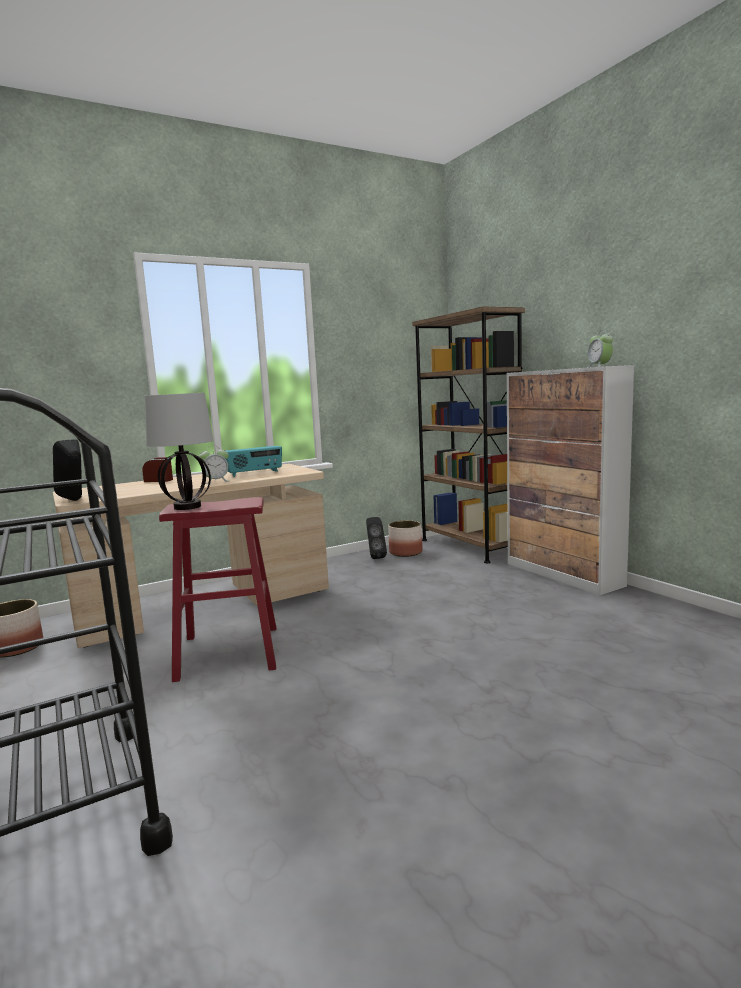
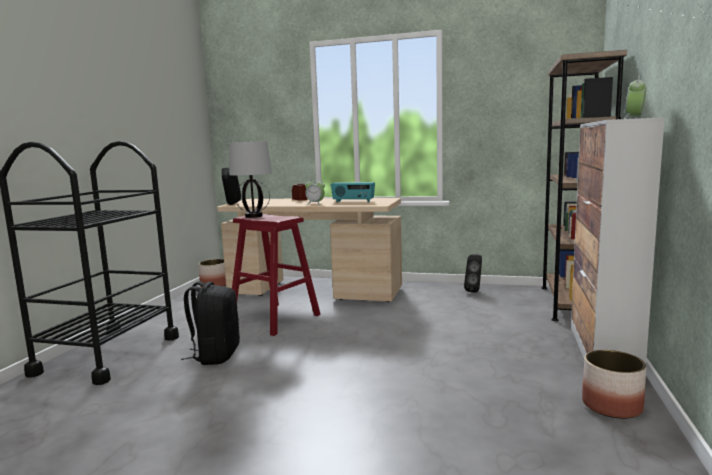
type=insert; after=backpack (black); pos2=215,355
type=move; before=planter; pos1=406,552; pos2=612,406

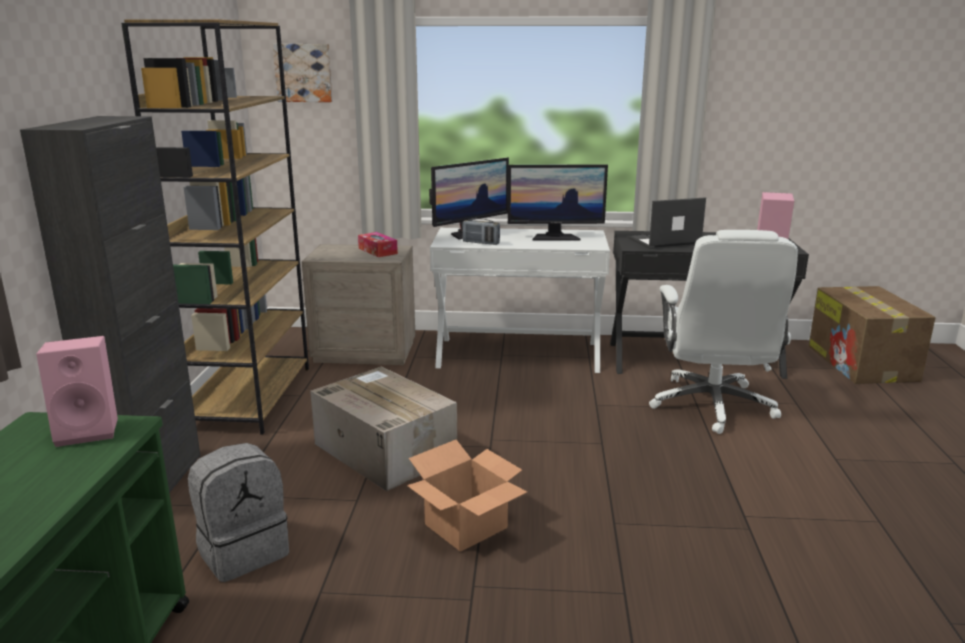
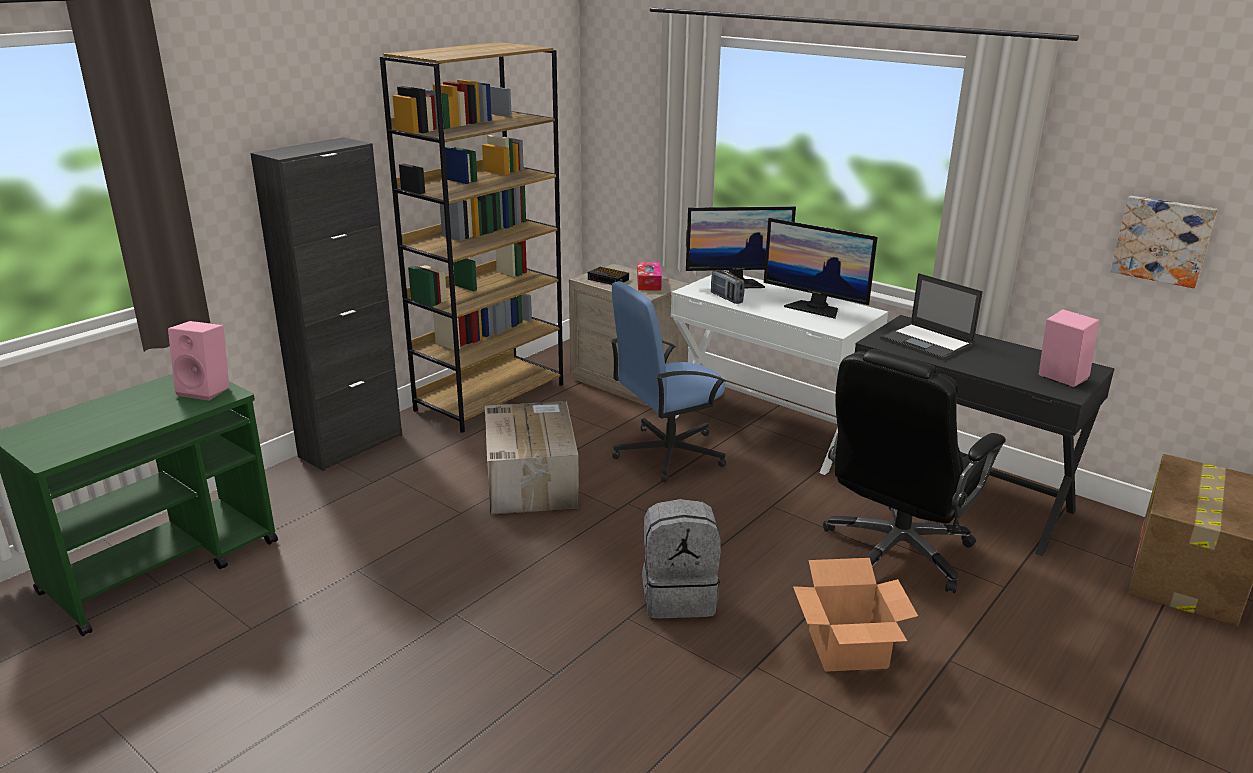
type=insert; after=alarm clock; pos2=609,279
type=insert; after=office chair (blue); pos2=667,453
type=move; before=backpack (grey); pos1=243,551; pos2=679,597
type=move; before=cardboard box; pos1=466,525; pos2=848,648
type=recolor; before=office chair (white); after=office chair (black); pos1=712,406; pos2=896,552
type=rotate; before=laptop; pos1=663,241; pos2=927,342; turn=-150
type=move; before=picture; pos1=304,73; pos2=1163,240

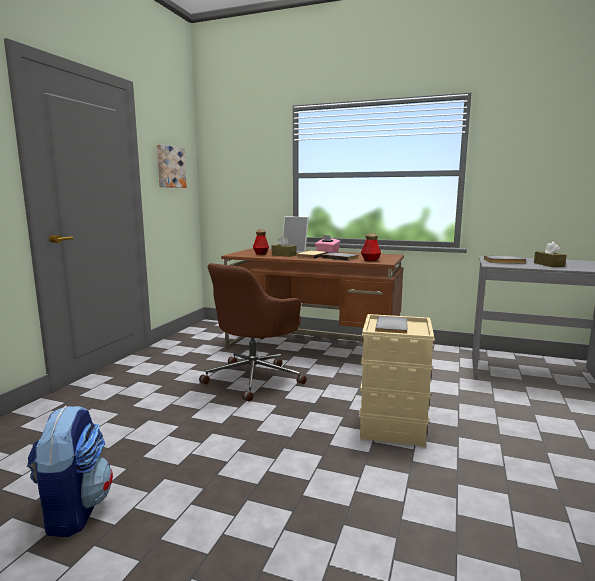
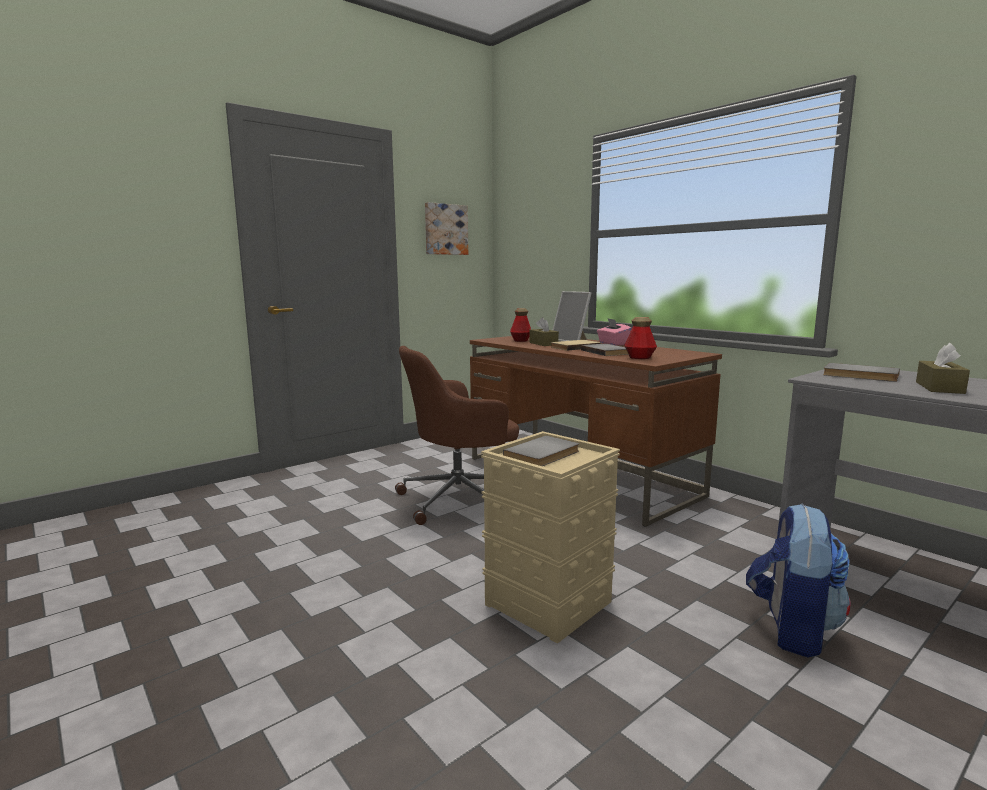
type=move; before=backpack; pos1=74,510; pos2=791,628

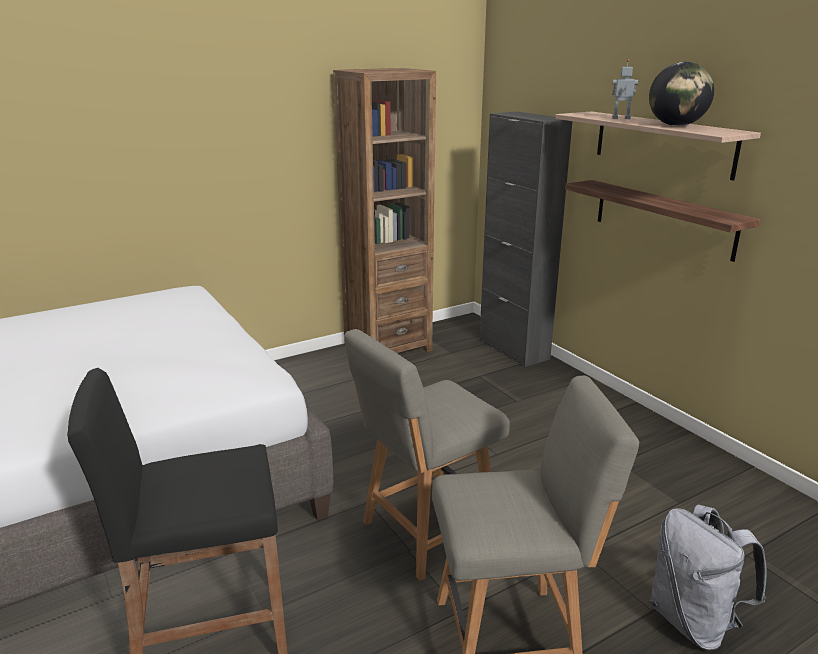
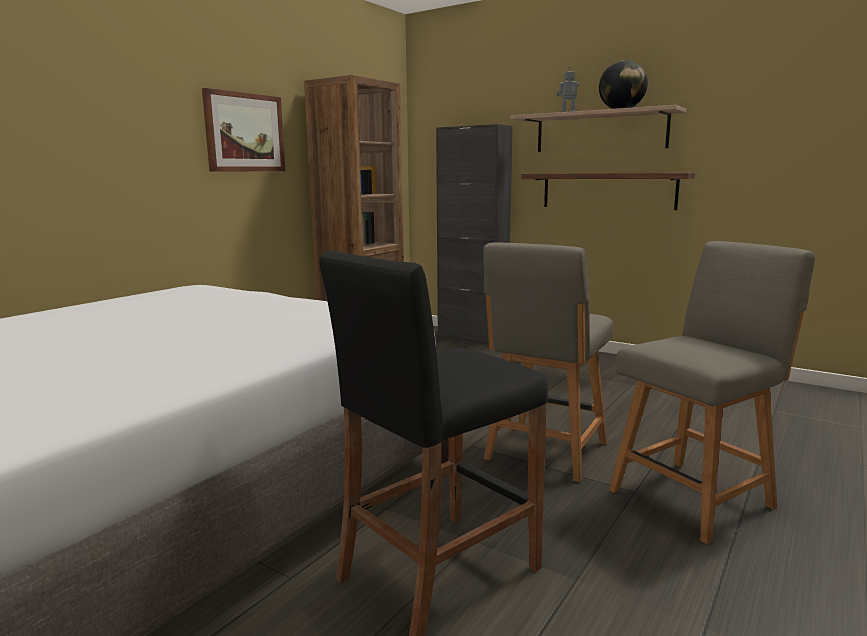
type=insert; after=picture; pos2=244,132
type=delete; before=backpack (grey); pos1=693,621

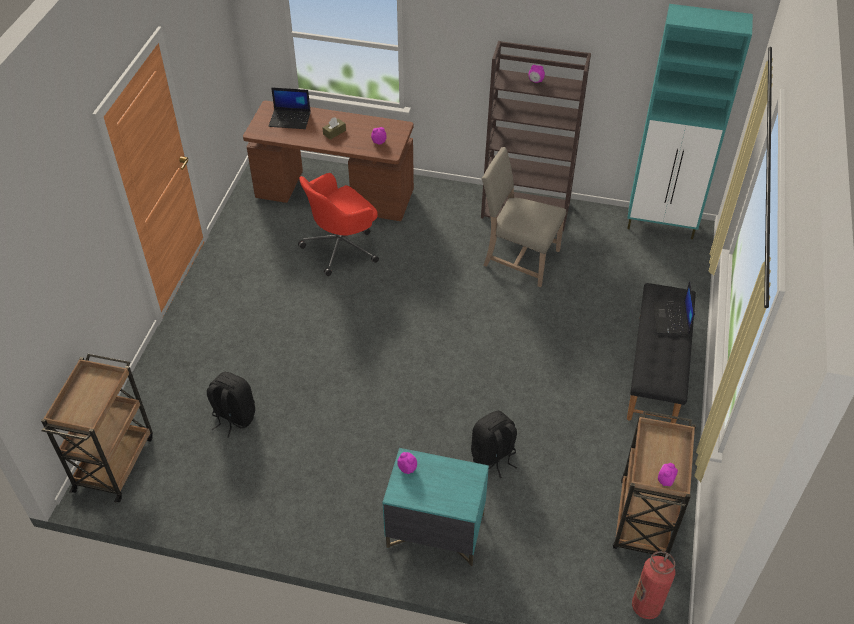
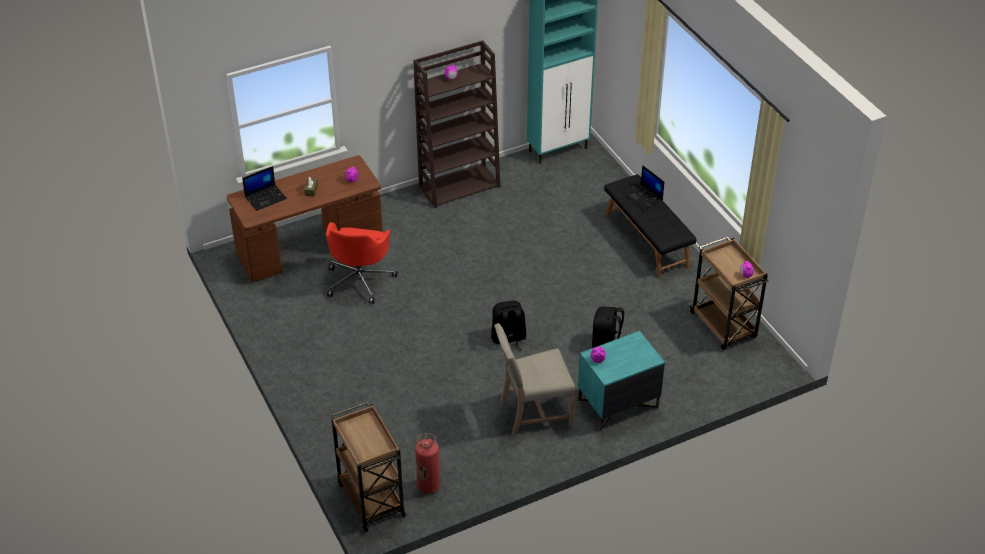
type=move; before=fire extinguisher; pos1=646,606; pos2=428,486
type=move; before=backpack (black); pos1=233,417; pos2=508,339
type=move; before=chair (beige); pos1=518,258; pos2=533,411

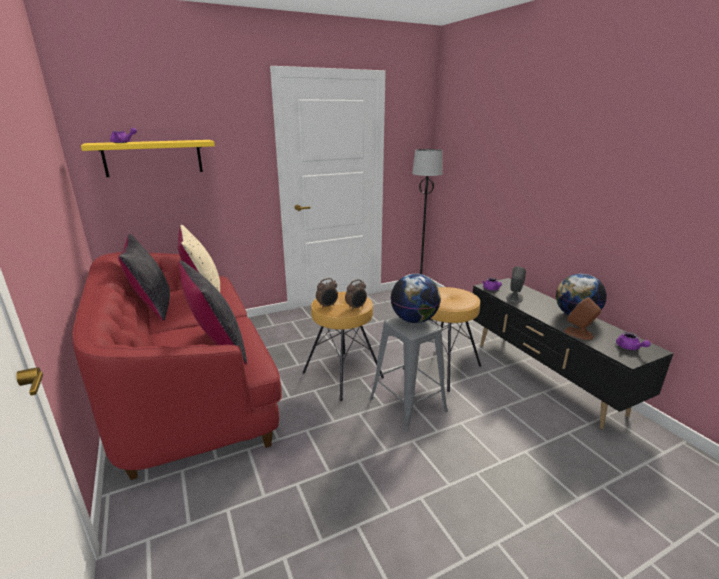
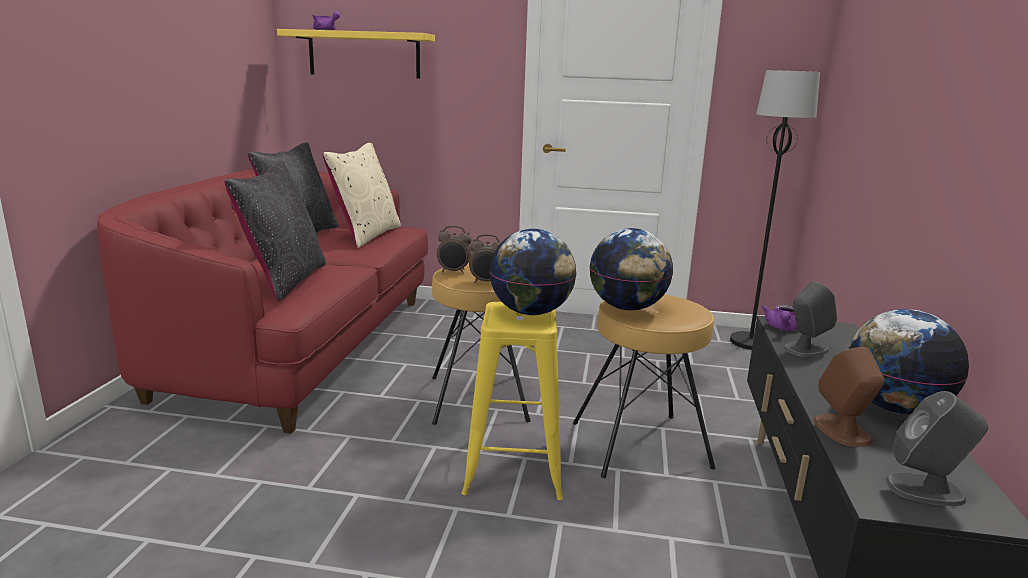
type=recolor; before=stool (grey); after=stool (yellow); pos1=408,405; pos2=514,467
type=insert; after=globe; pos2=627,308
type=replace; before=teapot (purple); after=speaker (grey); pos1=629,348; pos2=926,490

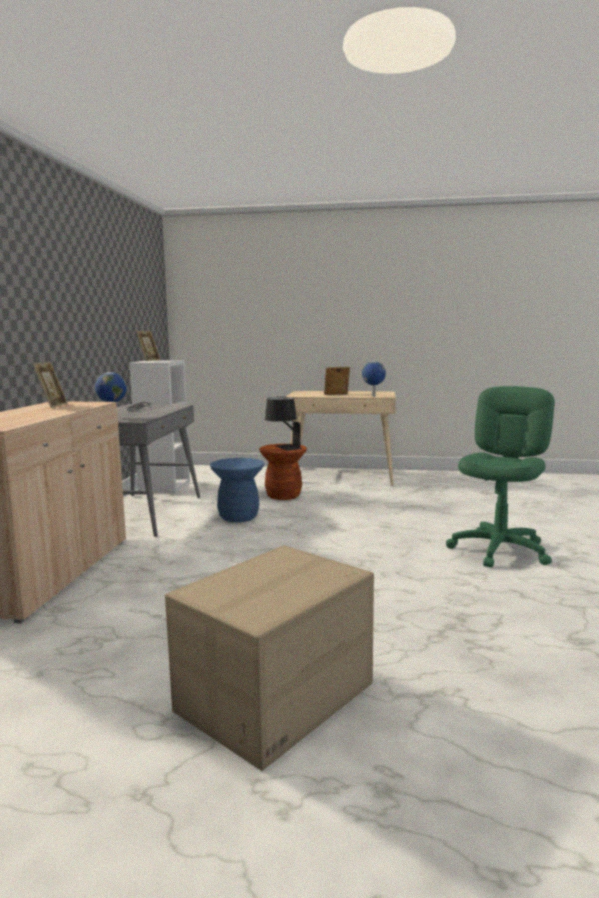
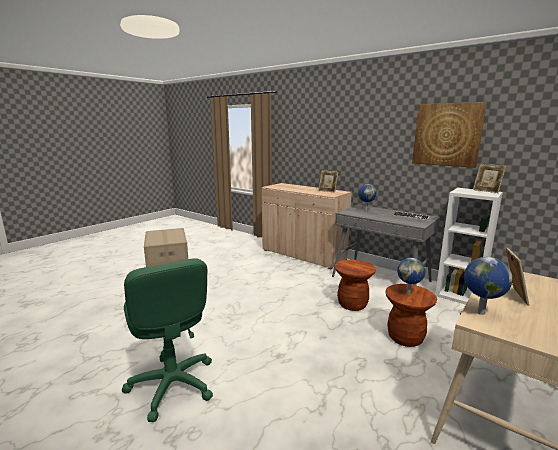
type=recolor; before=stool (blue); after=stool (brown); pos1=238,517; pos2=352,304
type=replace; before=table lamp (black); after=globe; pos1=283,448; pos2=408,293
type=insert; after=picture; pos2=447,135

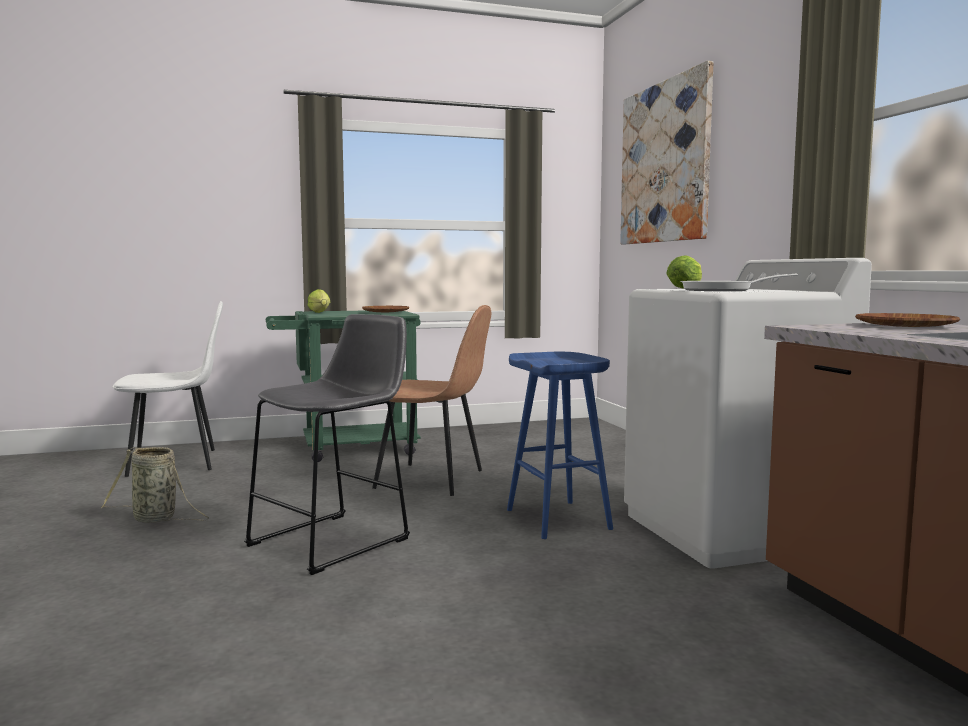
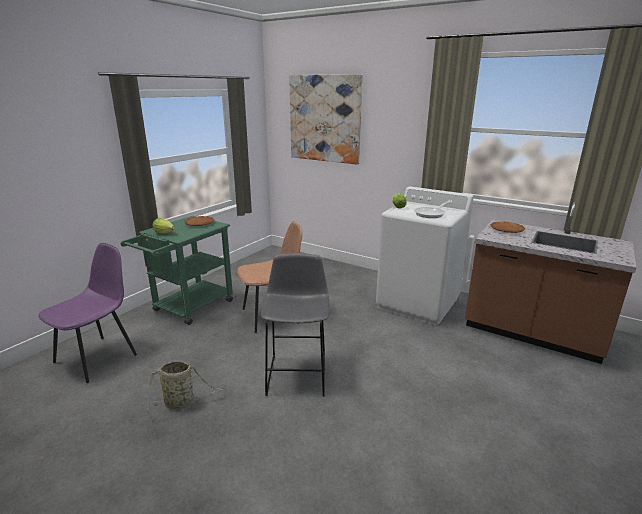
type=recolor; before=chair (white); after=chair (purple); pos1=176,462; pos2=98,357
type=delete; before=stool (blue); pos1=559,519

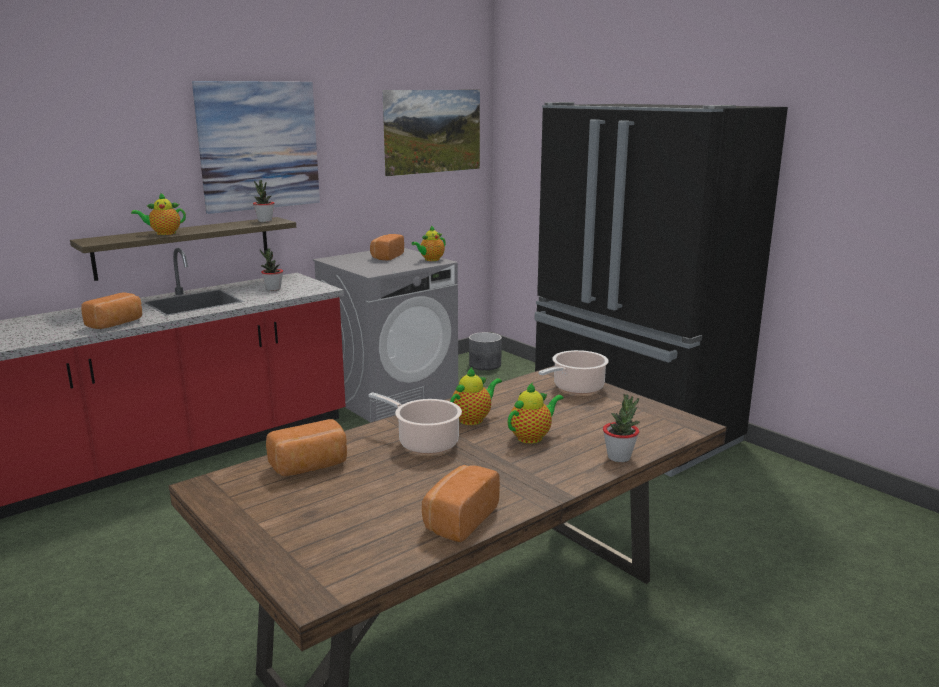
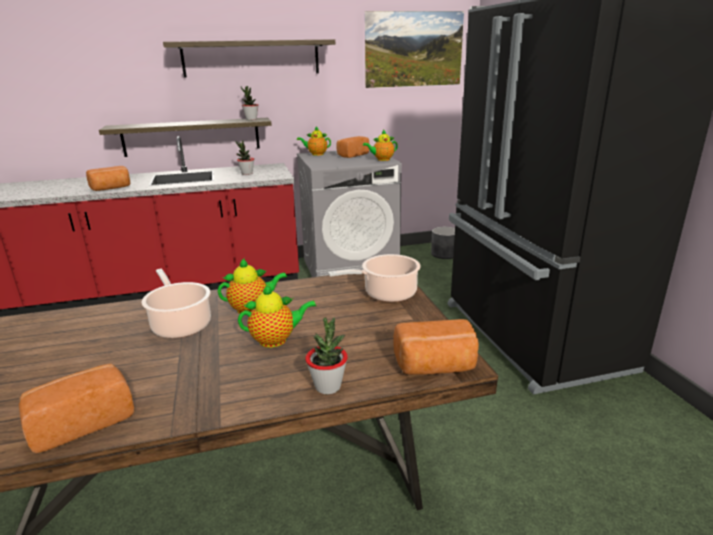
type=replace; before=picture; after=shelf; pos1=259,146; pos2=251,58
type=move; before=teapot; pos1=163,233; pos2=316,154
type=move; before=bread; pos1=310,466; pos2=435,366

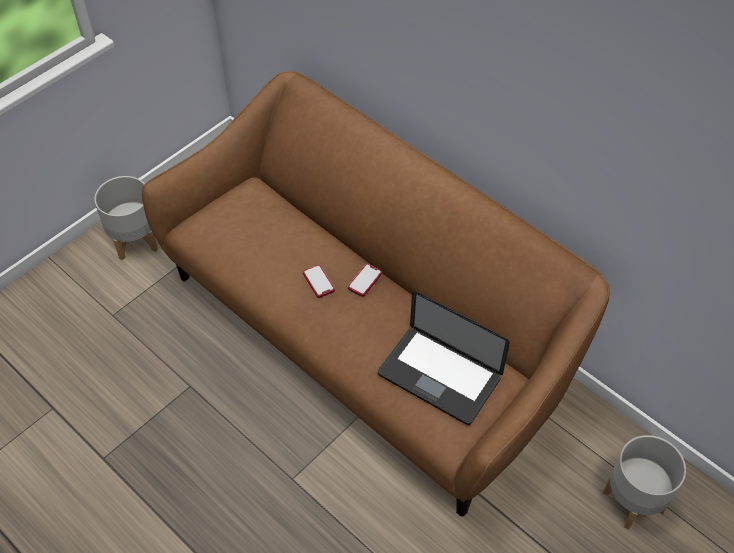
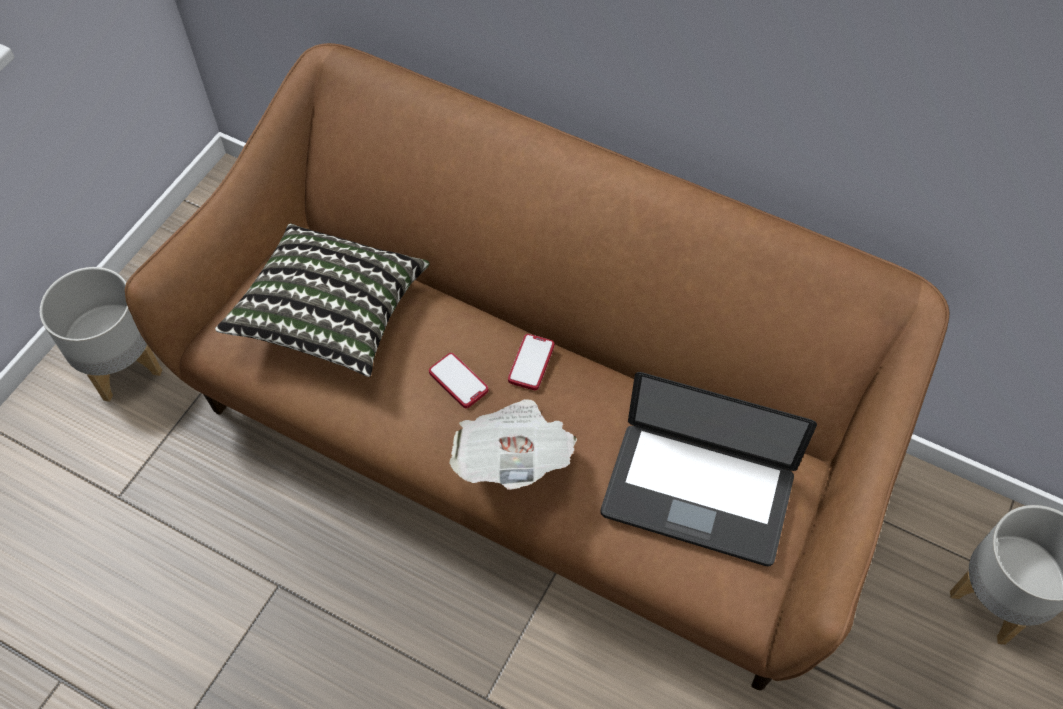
type=insert; after=pillow; pos2=331,315
type=insert; after=newspaper; pos2=513,457

